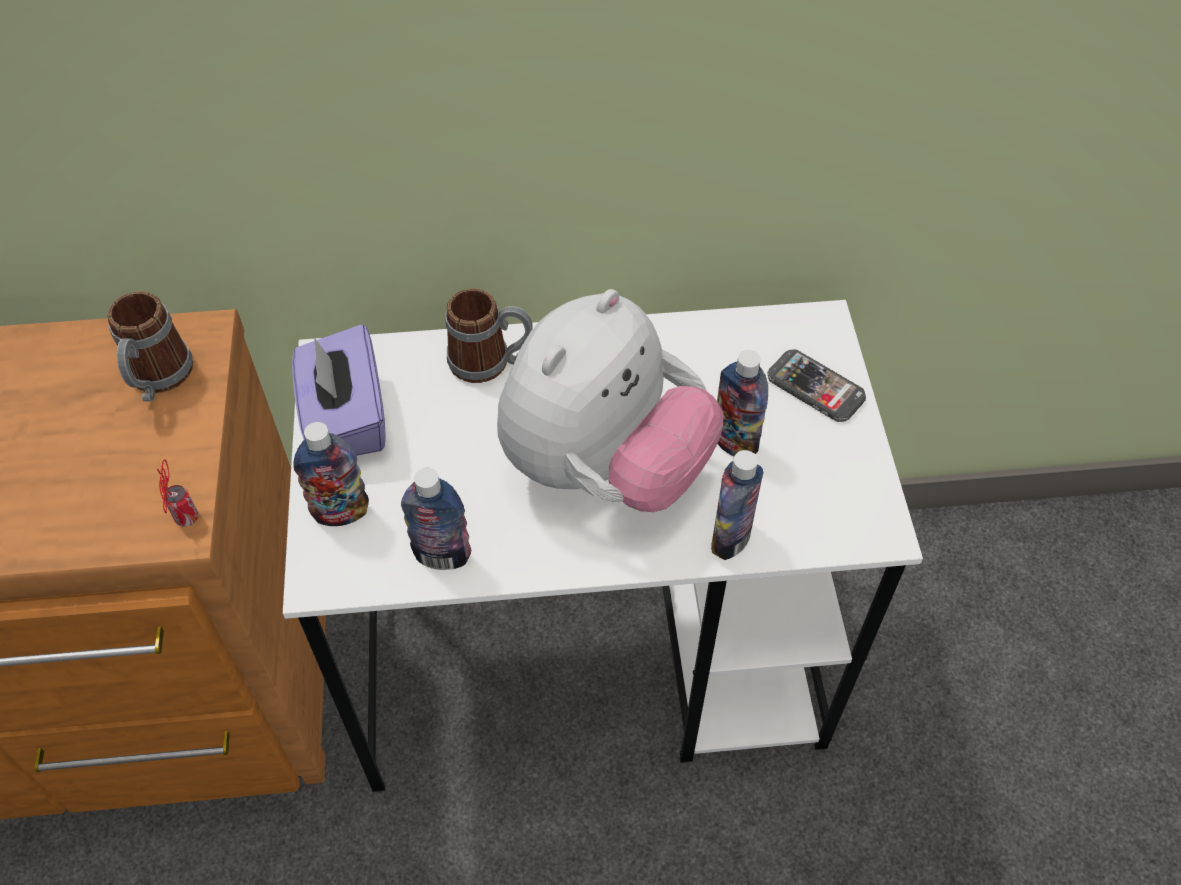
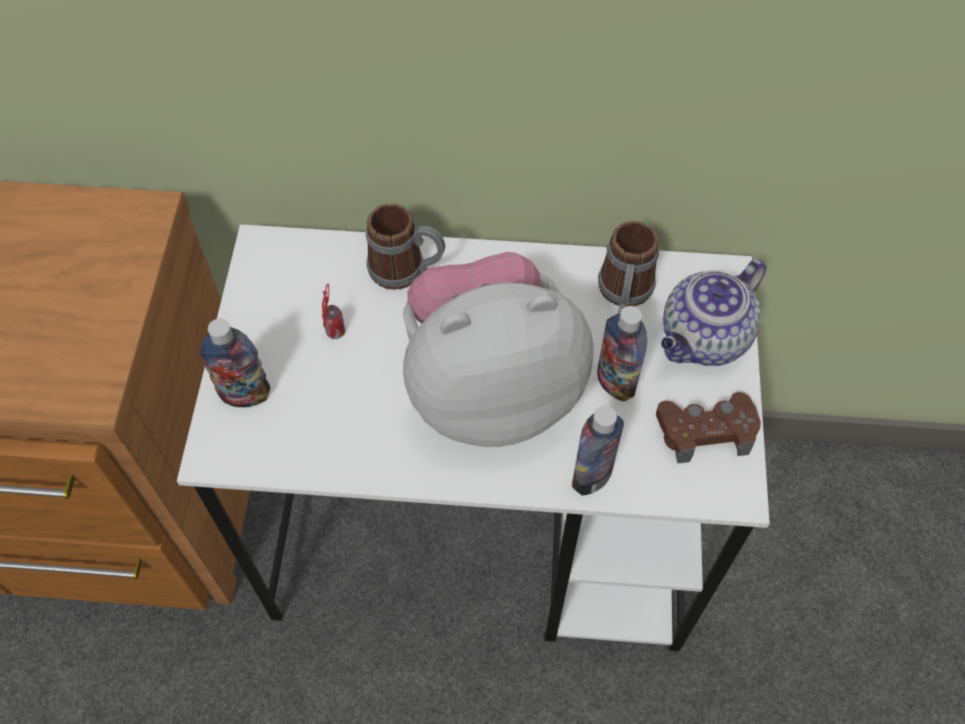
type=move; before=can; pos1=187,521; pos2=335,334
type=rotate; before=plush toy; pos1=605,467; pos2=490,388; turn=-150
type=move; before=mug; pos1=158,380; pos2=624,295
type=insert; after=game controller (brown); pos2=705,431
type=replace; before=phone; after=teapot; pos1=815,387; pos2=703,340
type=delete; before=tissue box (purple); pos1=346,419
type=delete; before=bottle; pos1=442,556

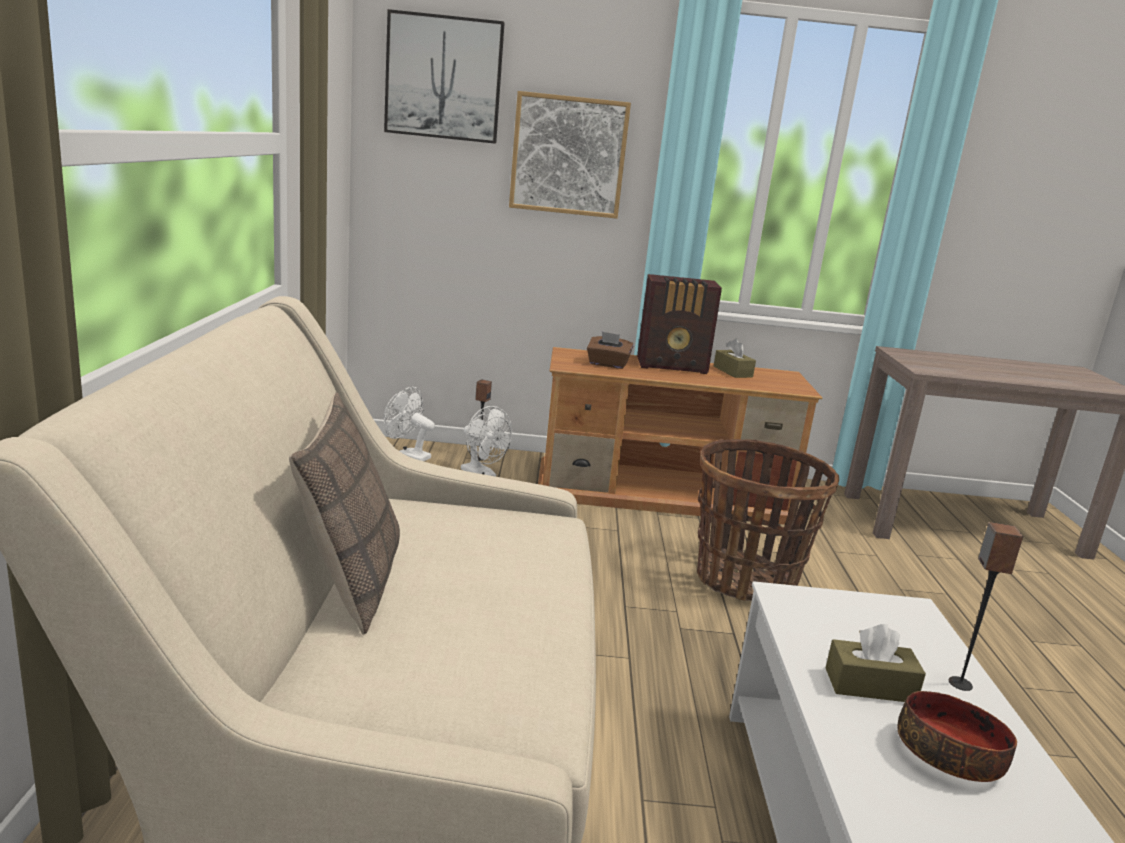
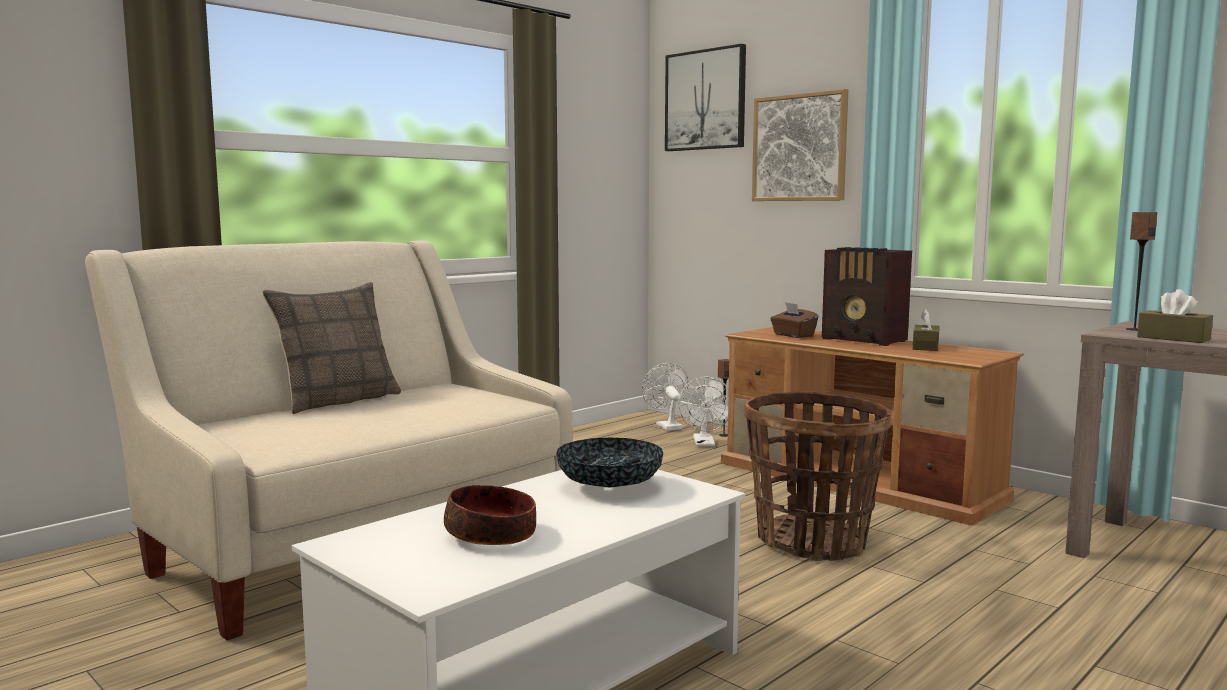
type=insert; after=bowl; pos2=610,487
type=move; before=speaker; pos1=959,683; pos2=1134,329
type=move; before=tissue box (brown); pos1=870,685; pos2=1173,338

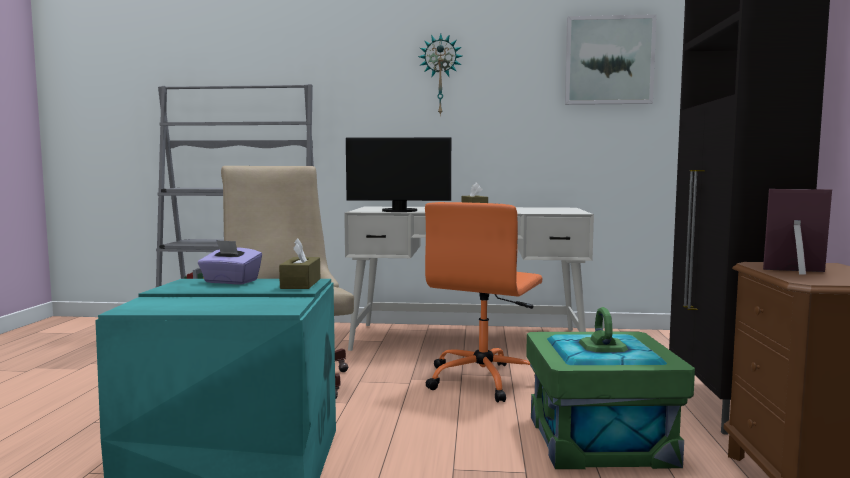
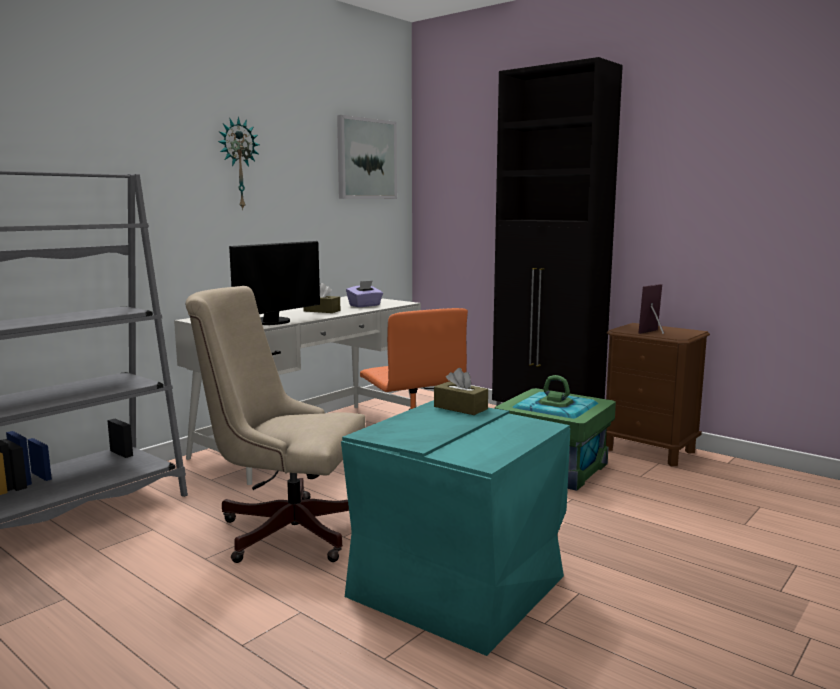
type=move; before=tissue box (purple); pos1=230,281; pos2=365,305

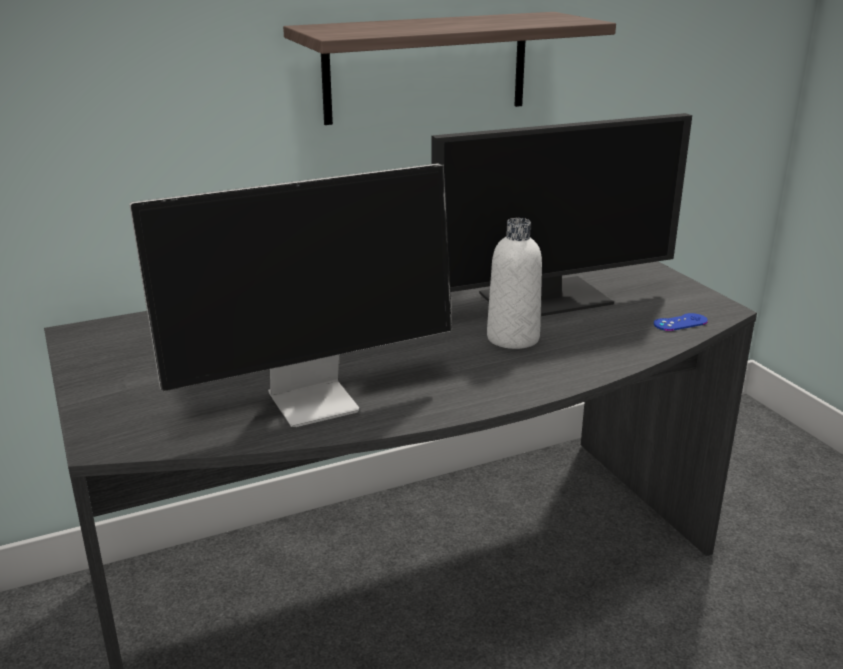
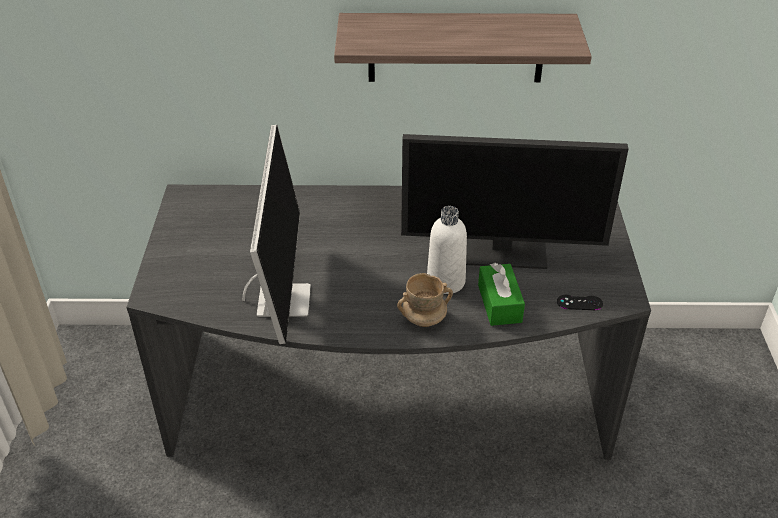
type=rotate; before=monitor; pos1=315,400; pos2=283,299; turn=-90
type=insert; after=mug (beige); pos2=424,319
type=insert; after=tissue box (green); pos2=499,303
type=recolor; before=game controller (blue); after=game controller (black); pos1=680,322; pos2=579,303

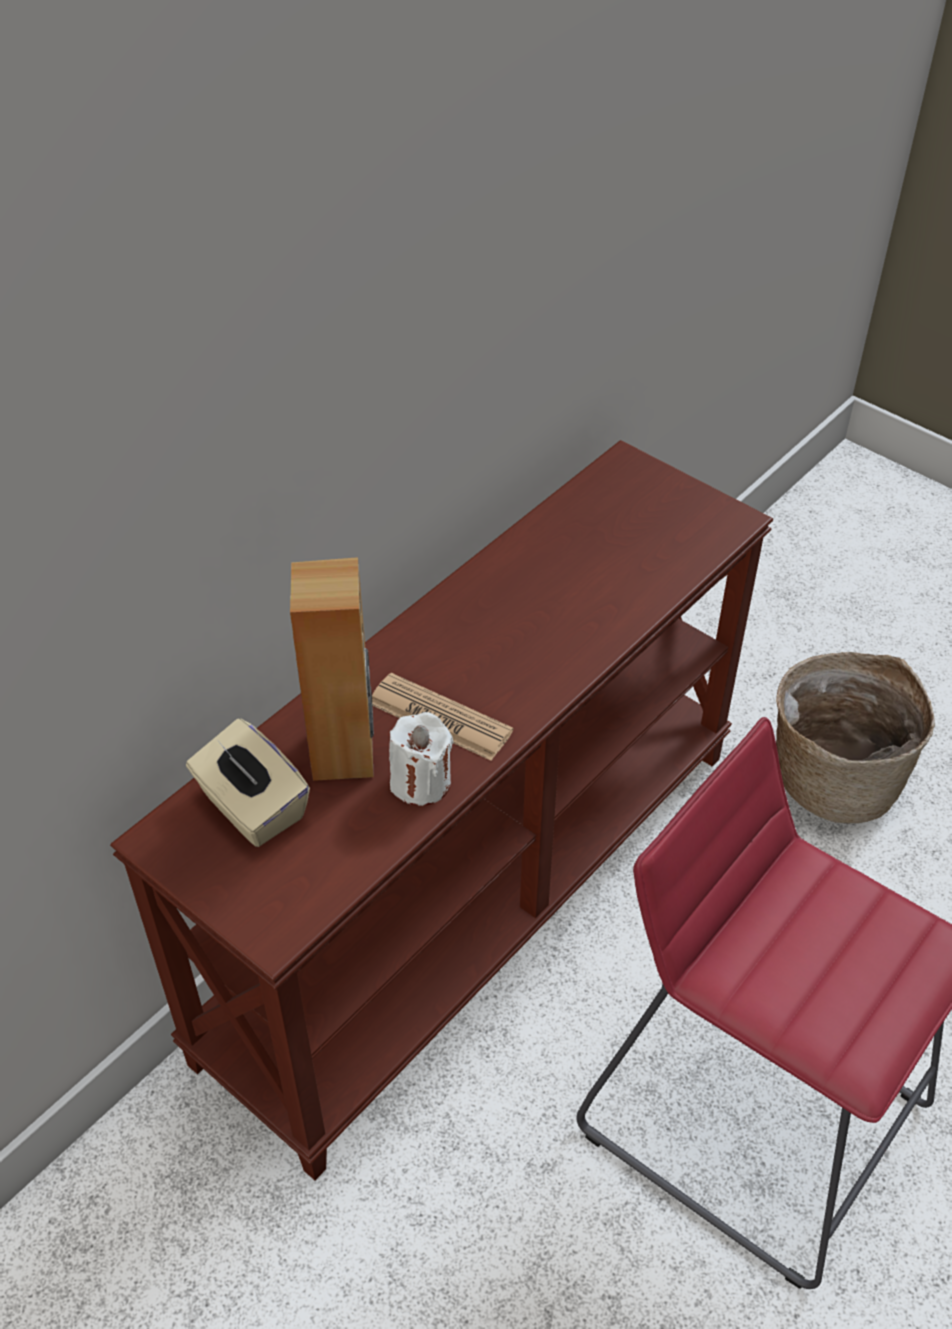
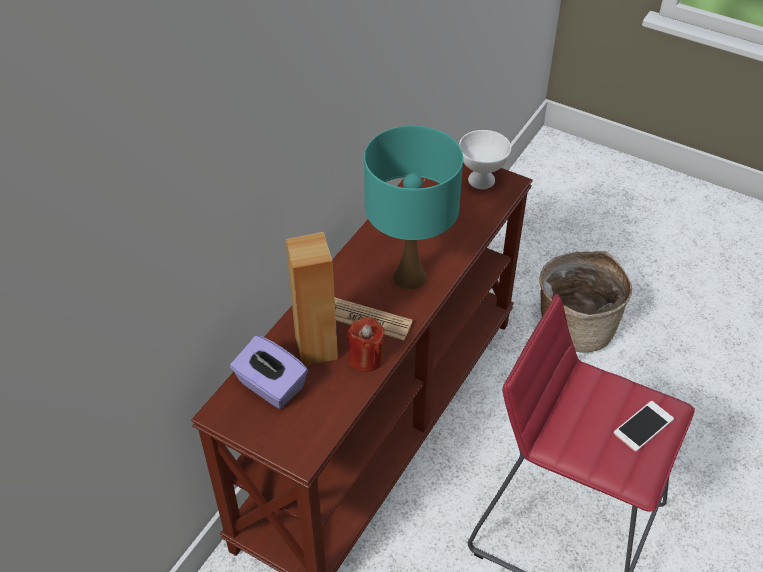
type=recolor; before=tissue box (beige); after=tissue box (purple); pos1=252,807; pos2=270,386
type=recolor; before=candle (white); after=candle (red); pos1=421,782; pos2=366,358
type=insert; after=table lamp (turquoise); pos2=409,277
type=insert; after=bowl (white); pos2=482,181
type=insert; after=phone; pos2=643,426

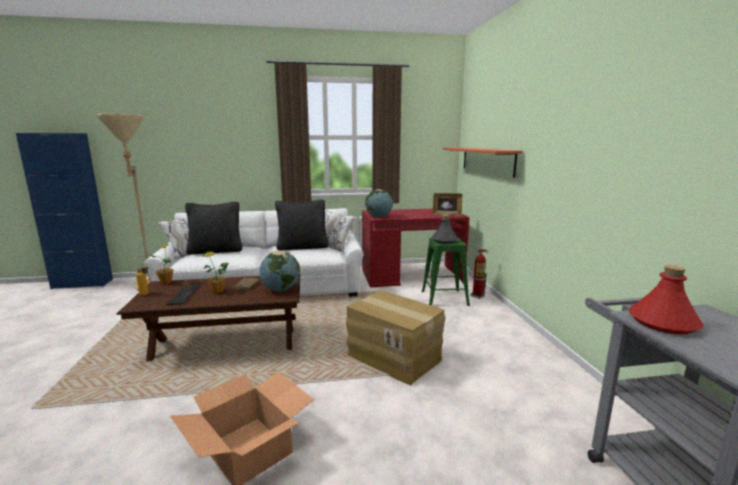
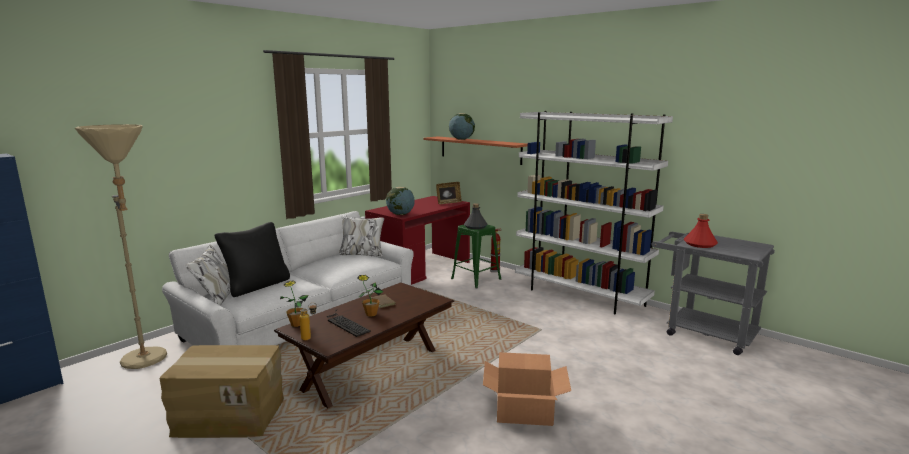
type=move; before=cardboard box; pos1=394,357; pos2=230,416
type=move; before=globe; pos1=280,289; pos2=461,139
type=insert; after=bookcase (white); pos2=580,296
type=delete; before=pillow (black); pos1=302,247

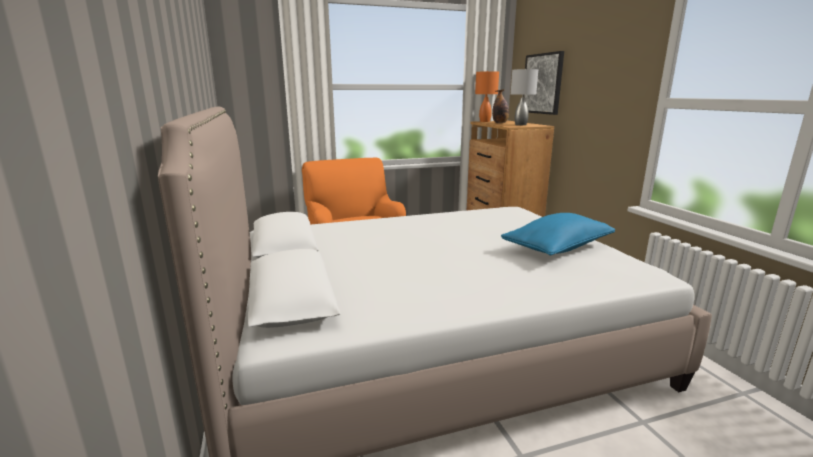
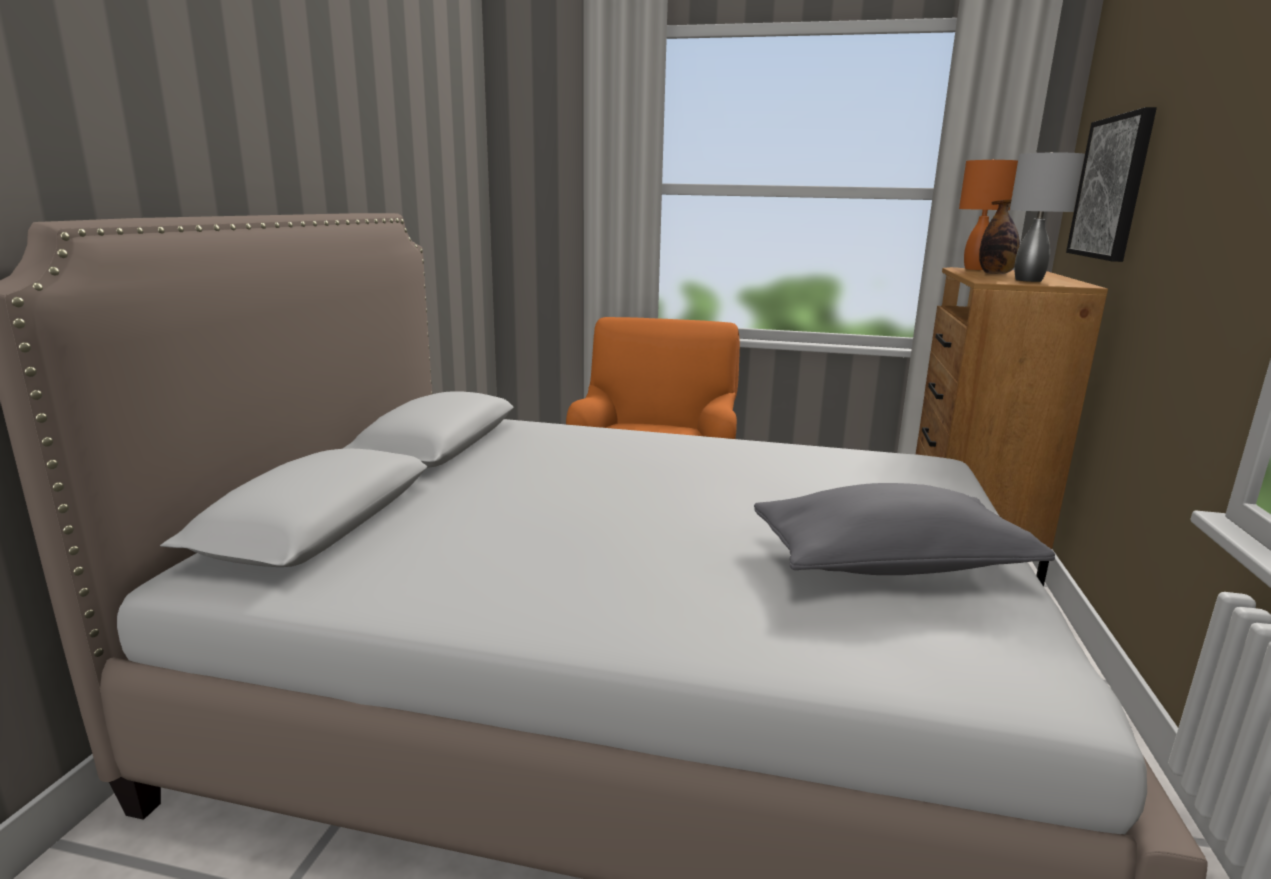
type=recolor; before=pillow (blue); after=pillow (grey); pos1=557,248; pos2=889,564

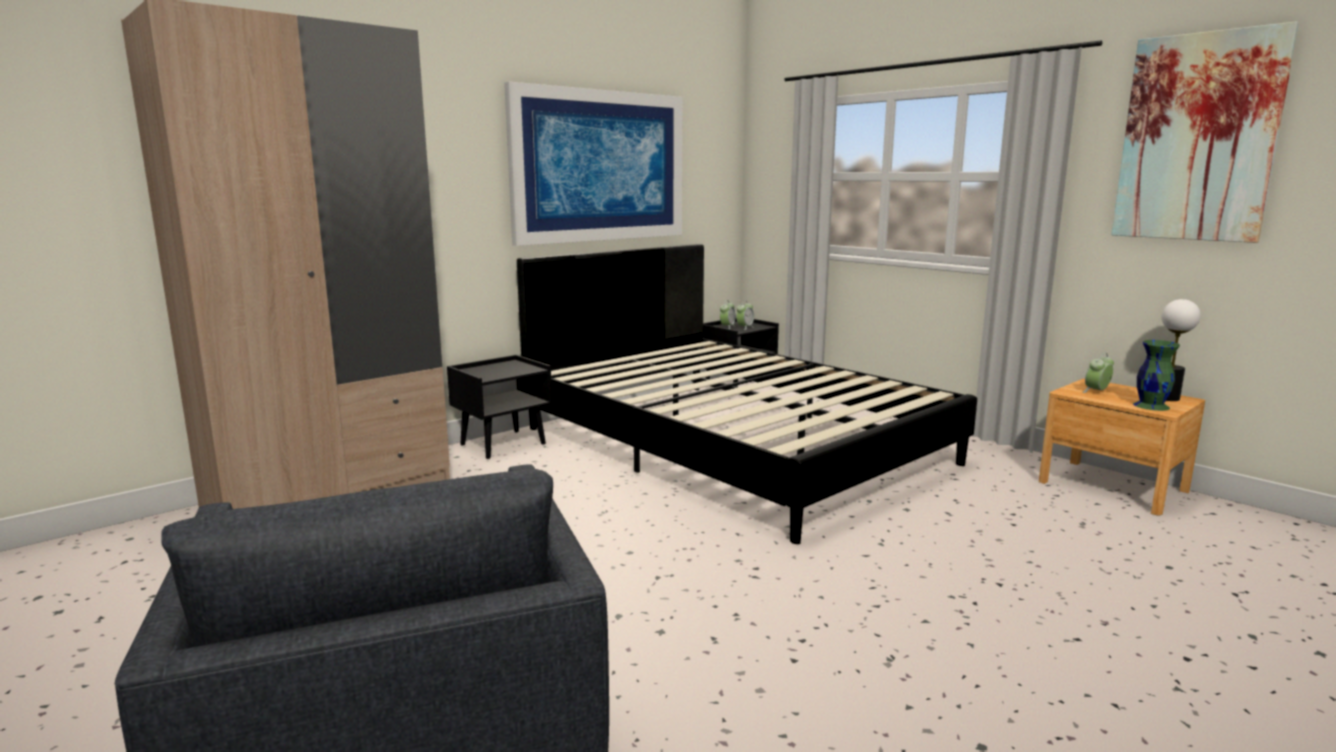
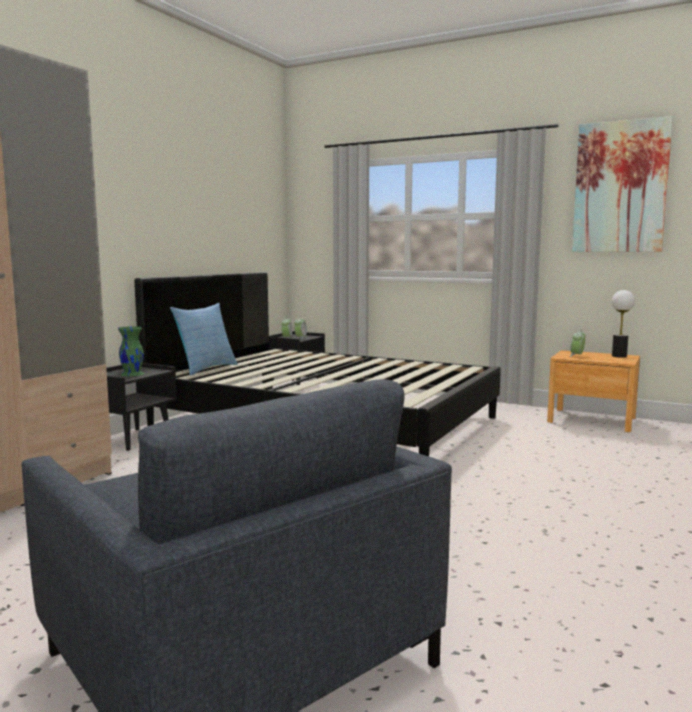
type=move; before=vase (green); pos1=1150,405; pos2=132,373
type=insert; after=pillow; pos2=205,369
type=delete; before=picture; pos1=599,166

